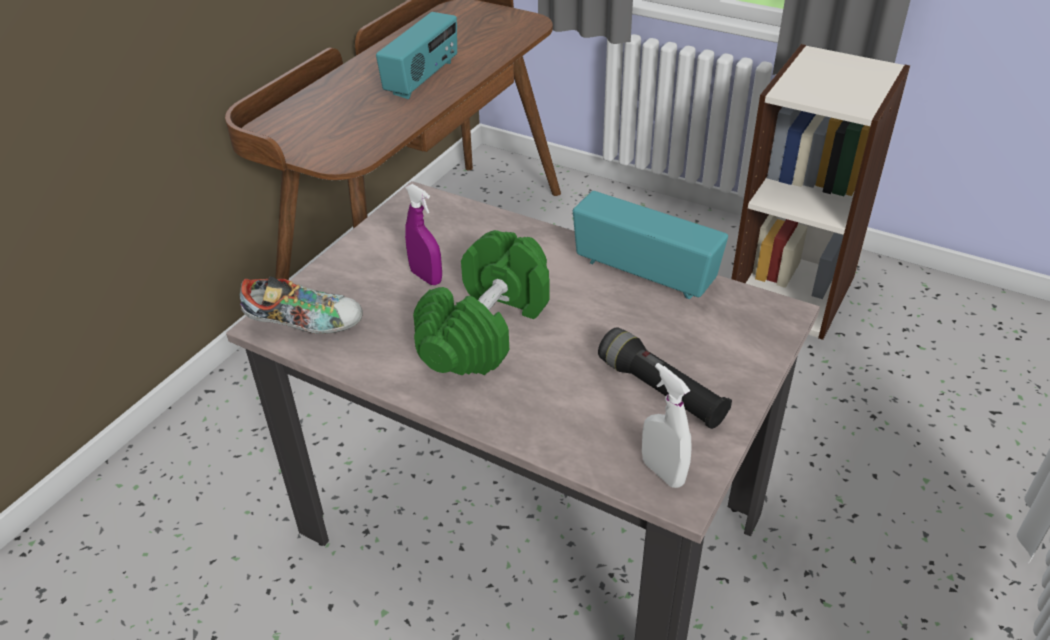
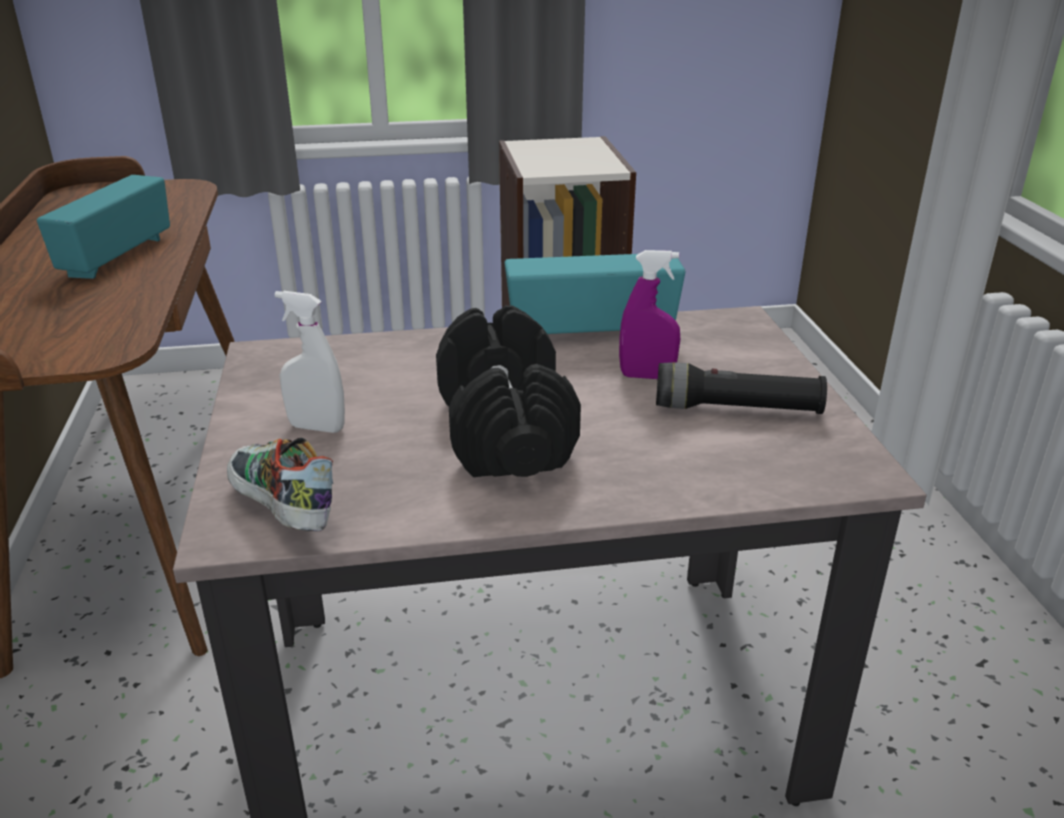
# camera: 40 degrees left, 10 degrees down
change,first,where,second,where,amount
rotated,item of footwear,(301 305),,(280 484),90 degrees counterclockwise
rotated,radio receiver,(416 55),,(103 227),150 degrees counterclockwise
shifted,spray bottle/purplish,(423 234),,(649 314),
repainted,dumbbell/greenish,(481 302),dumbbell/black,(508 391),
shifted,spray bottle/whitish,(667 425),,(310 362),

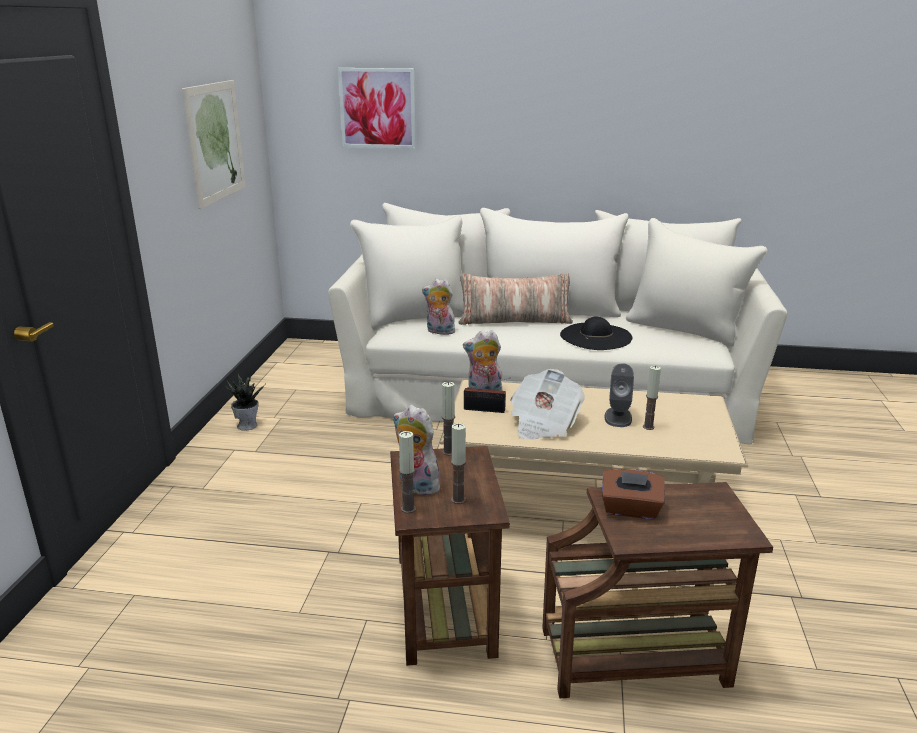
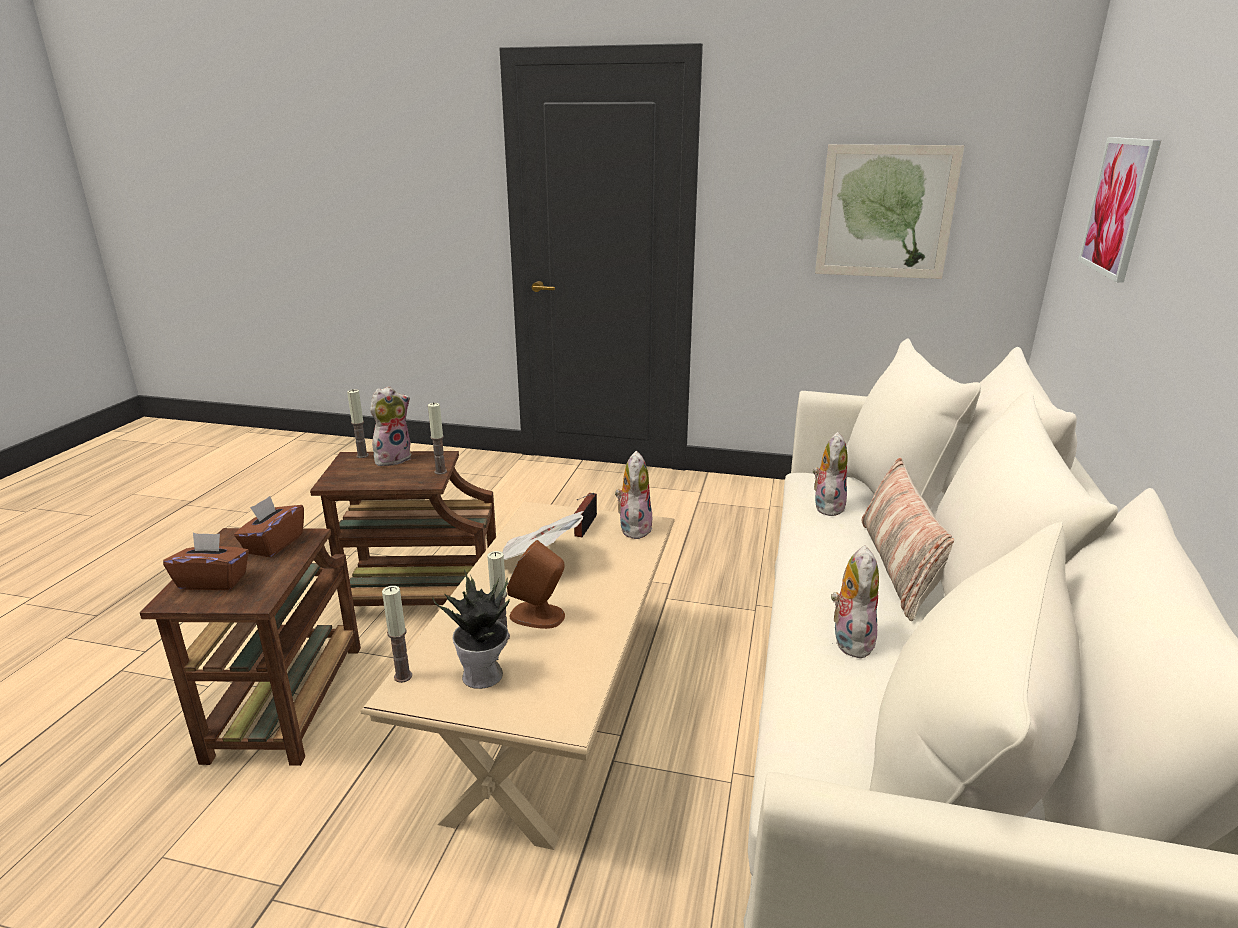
# camera: 95 degrees right, 0 degrees up
change,first,where,second,where,amount
shifted,plant in a pot,(246 402),,(471 629),
shifted,wax candle,(458 463),,(397 634),
swapped,clothing hat/black,(596 333),plush toy,(855 602),
repainted,loudspeaker/greyish,(619 395),loudspeaker/brown,(536 584),
new,,,tissue holder/brown,(206 561),

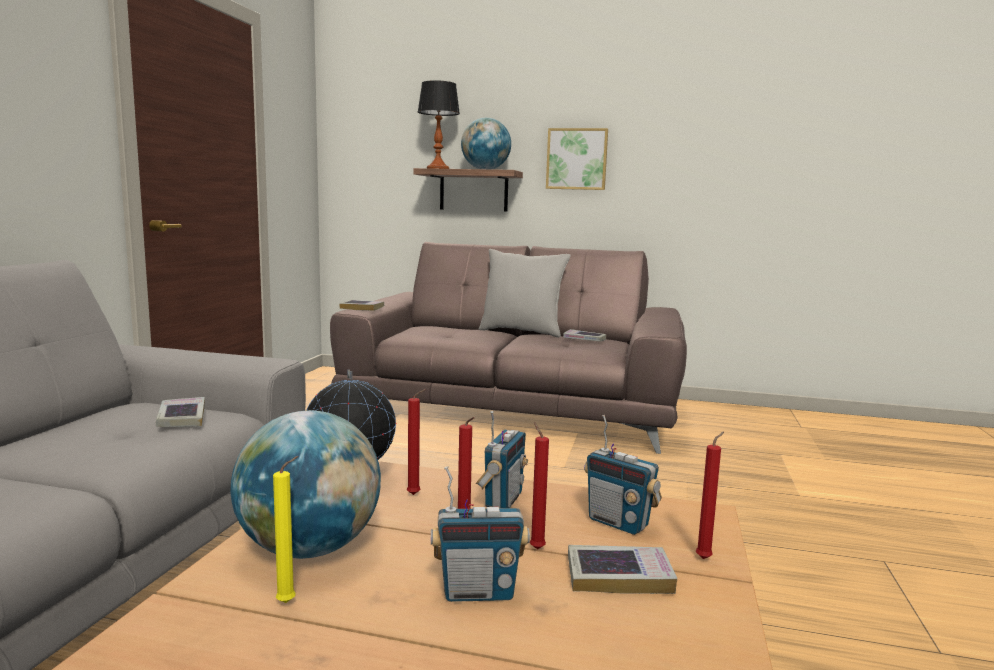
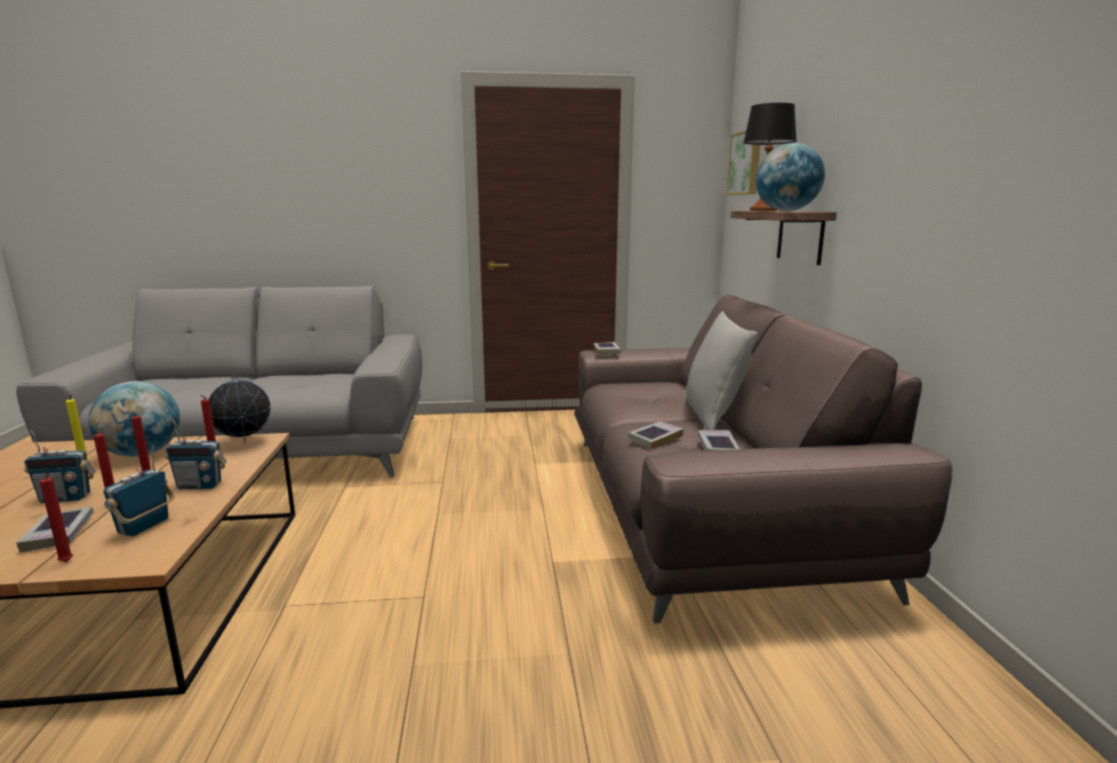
# camera: 70 degrees right, 5 degrees up
change,first,where,second,where,amount
shifted,bound book,(180 412),,(656 435),
rotated,radio receiver,(480 534),,(59 466),75 degrees counterclockwise
shifted,picture,(577 159),,(743 163),

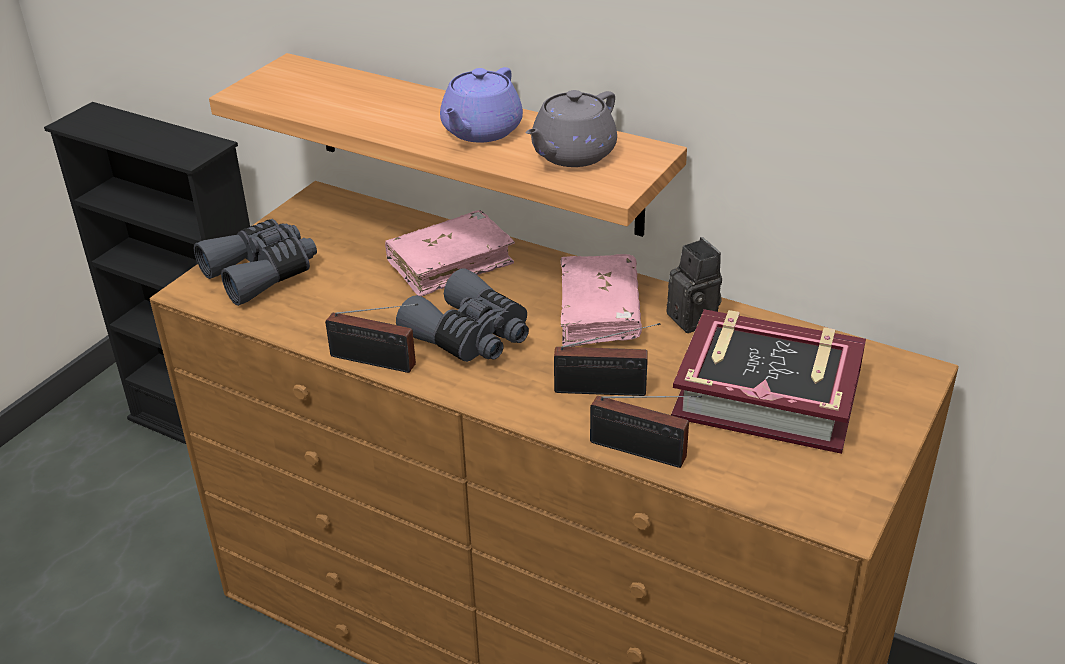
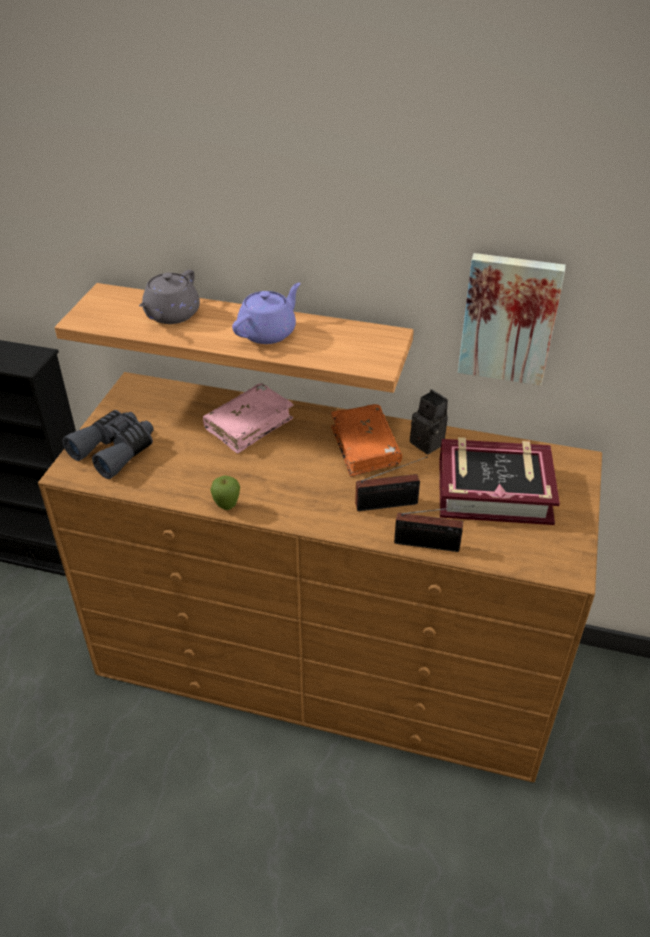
# camera: 15 degrees left, 5 degrees up
change,first,where,second,where,amount
swapped,radio receiver,(371 338),apple,(225 493),
gone,field glasses/greyish,(462 315),,,
rotated,teapot/purplish,(481 104),,(266 313),150 degrees counterclockwise
shifted,teapot/greyish,(571 128),,(169 297),
repainted,bound book/pink,(601 300),bound book/orangey,(366 440),
new,,,picture,(512 319),

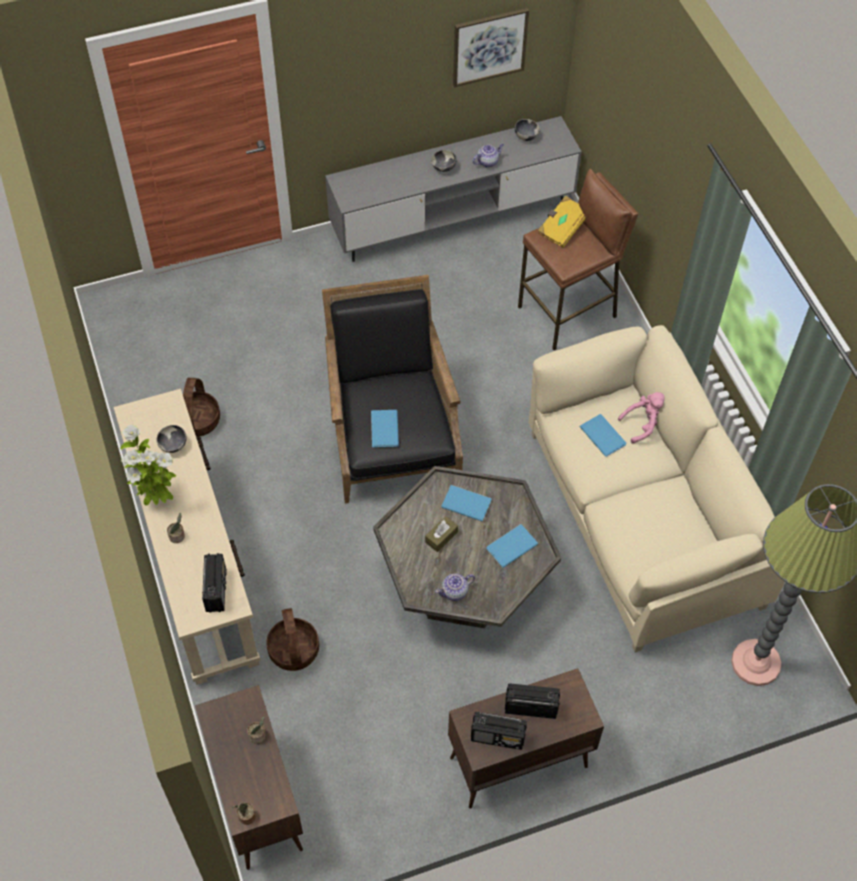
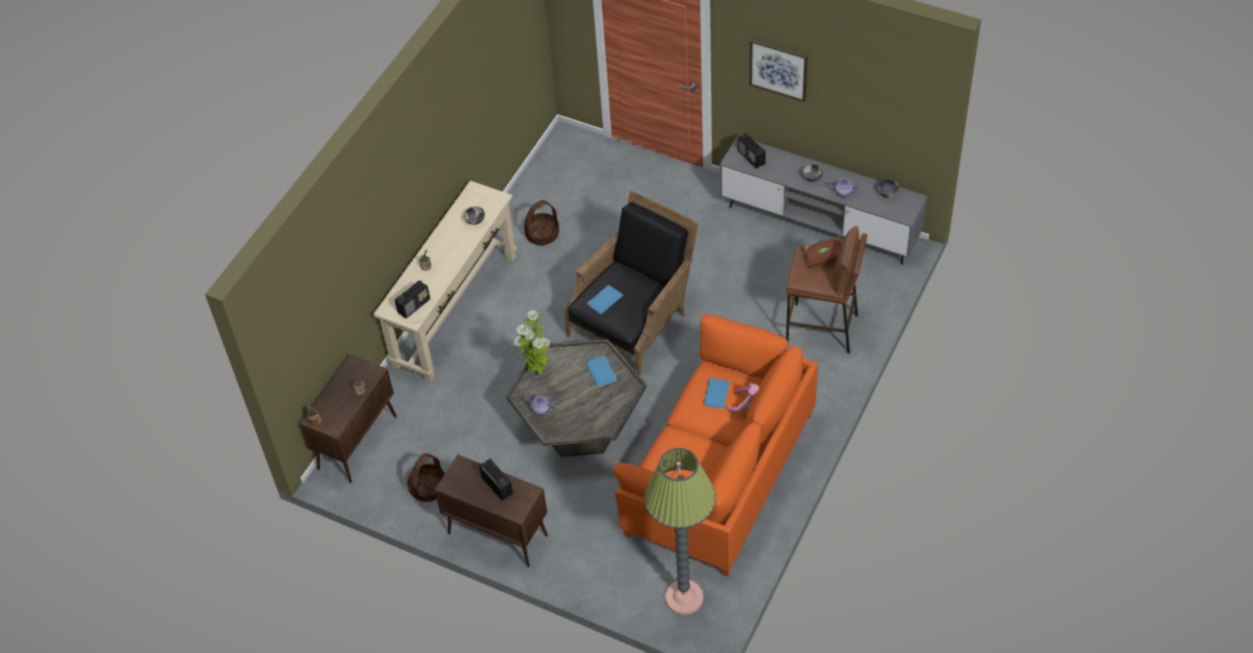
# camera: 50 degrees right, 5 degrees down
change,first,where,second,where,amount
shifted,plant in a pot,(148 465),,(532 342),
shifted,basket,(292 639),,(426 477),
gone,tissue holder/brown,(441 534),,,
shifted,picture,(491 47),,(778 70),
shifted,radio receiver,(499 731),,(752 150),
gone,bound book/blue-coloured,(512 546),,,
repainted,settee/beige-coloured,(656 488),settee/orangey,(715 445),
repainted,bound book/yellow-coloured,(561 221),bound book/brown,(822 252),

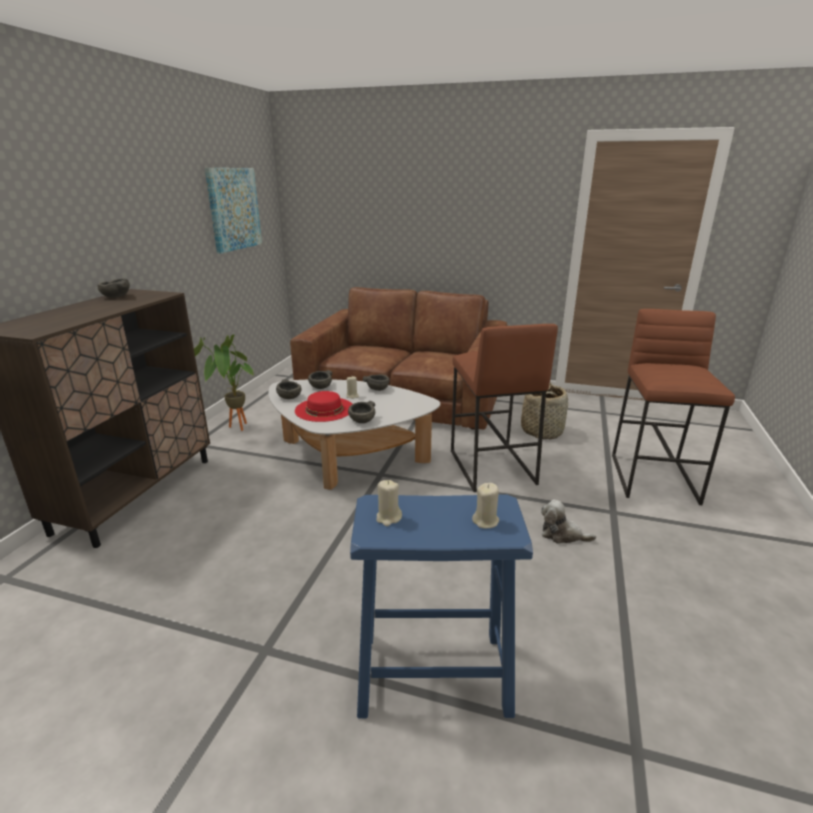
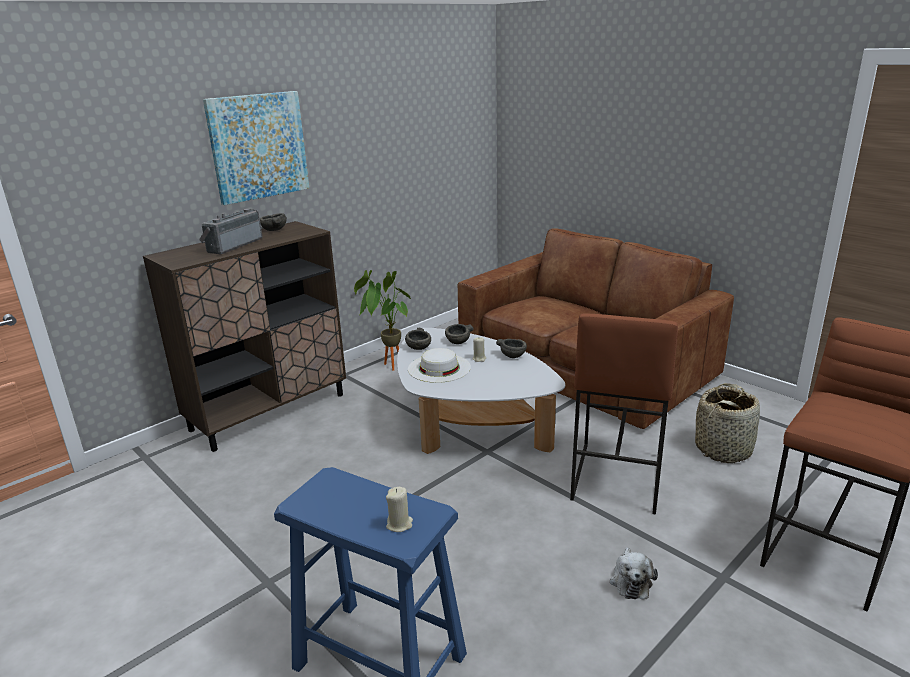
# camera: 30 degrees right, 0 degrees up
change,first,where,second,where,amount
shifted,picture,(233 210),,(256 148),
repainted,clothing hat/red-coloured,(323 406),clothing hat/whitish,(439 365),
gone,deep dish/greyish,(361 412),,,
gone,wax candle/beige-coloured,(389 503),,,
rotated,plush toy,(568 521),,(634 573),135 degrees counterclockwise
new,,,radio receiver,(230 231),

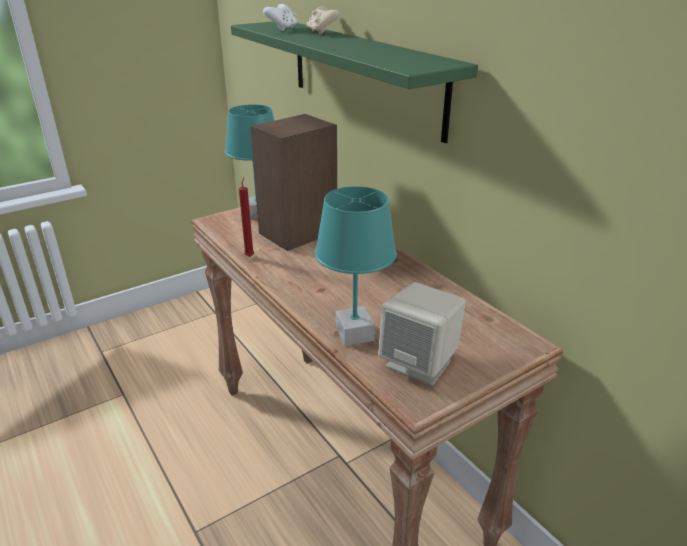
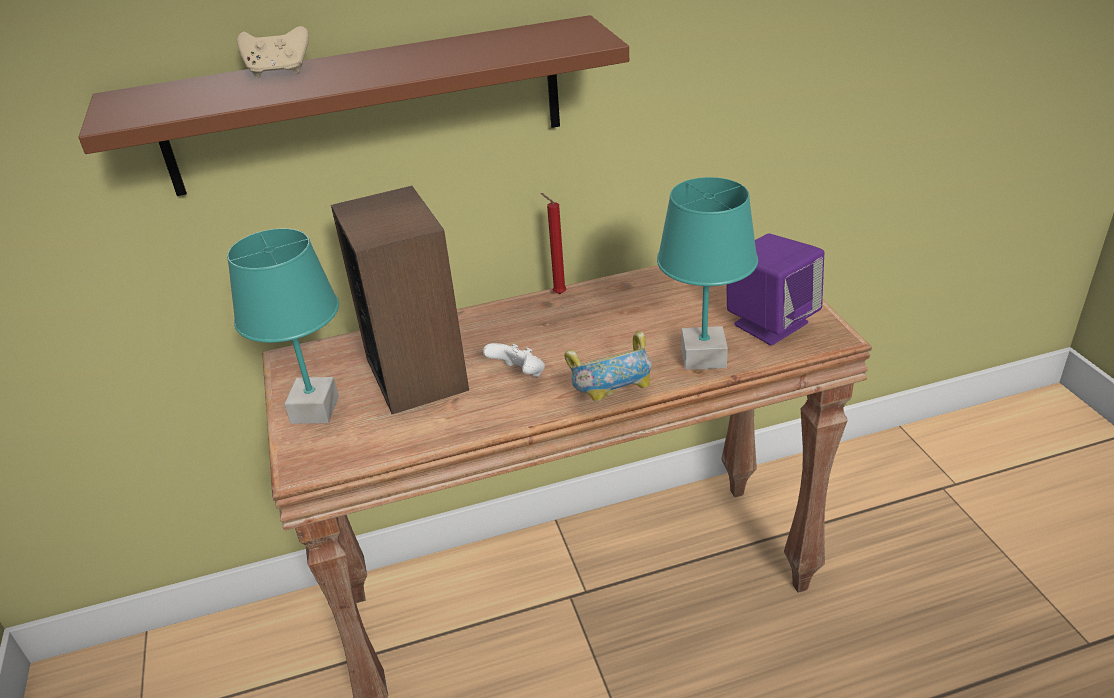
# camera: 70 degrees left, 5 degrees up
change,first,where,second,where,amount
repainted,wall shelf/greenish,(354 82),wall shelf/brown,(354 105),
shifted,wax candle/red-coloured,(246 217),,(553 243),
shifted,game controller/whitish,(280 17),,(514 360),
repainted,loudspeaker/beige-coloured,(422 334),loudspeaker/purplish,(775 289),
new,,,deep dish,(608 366),

